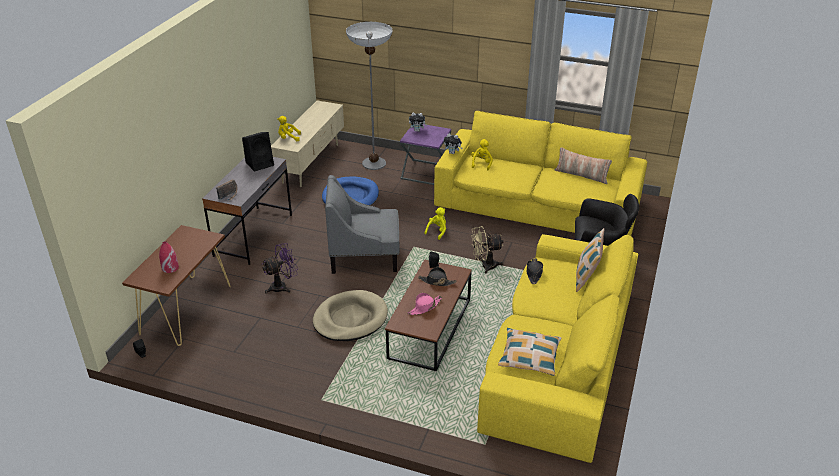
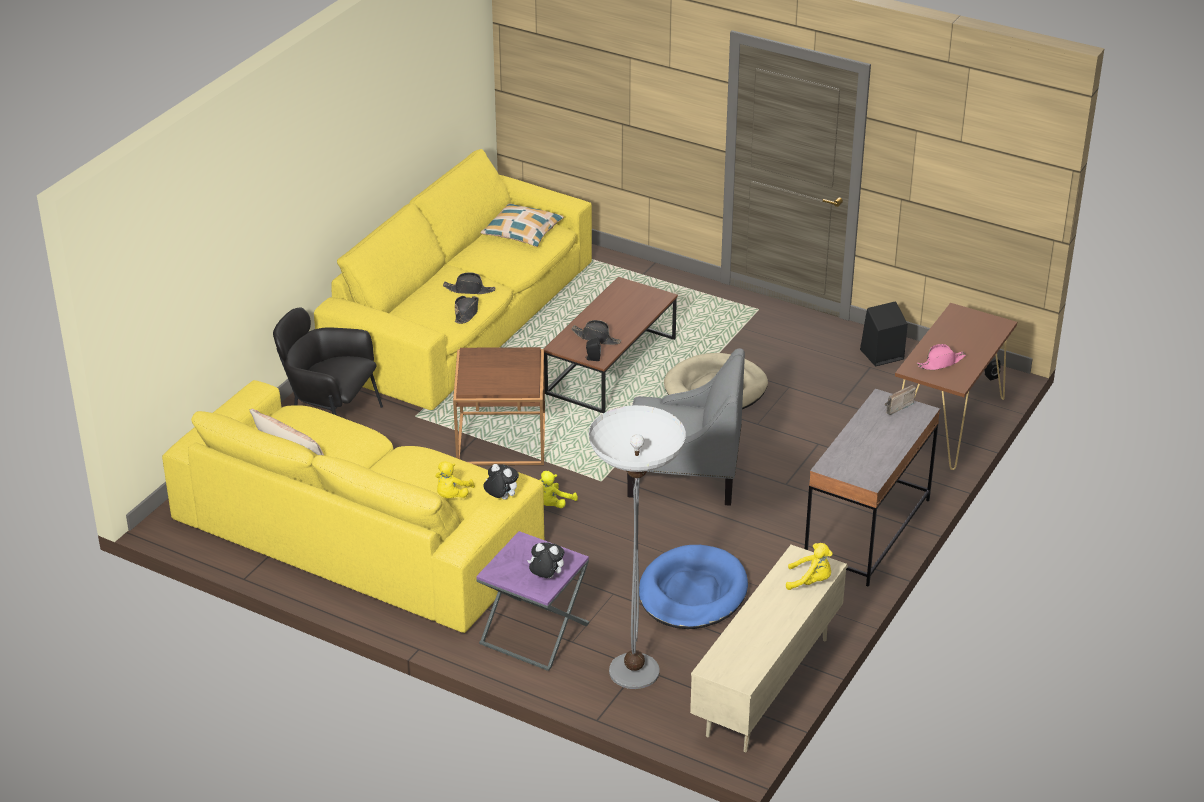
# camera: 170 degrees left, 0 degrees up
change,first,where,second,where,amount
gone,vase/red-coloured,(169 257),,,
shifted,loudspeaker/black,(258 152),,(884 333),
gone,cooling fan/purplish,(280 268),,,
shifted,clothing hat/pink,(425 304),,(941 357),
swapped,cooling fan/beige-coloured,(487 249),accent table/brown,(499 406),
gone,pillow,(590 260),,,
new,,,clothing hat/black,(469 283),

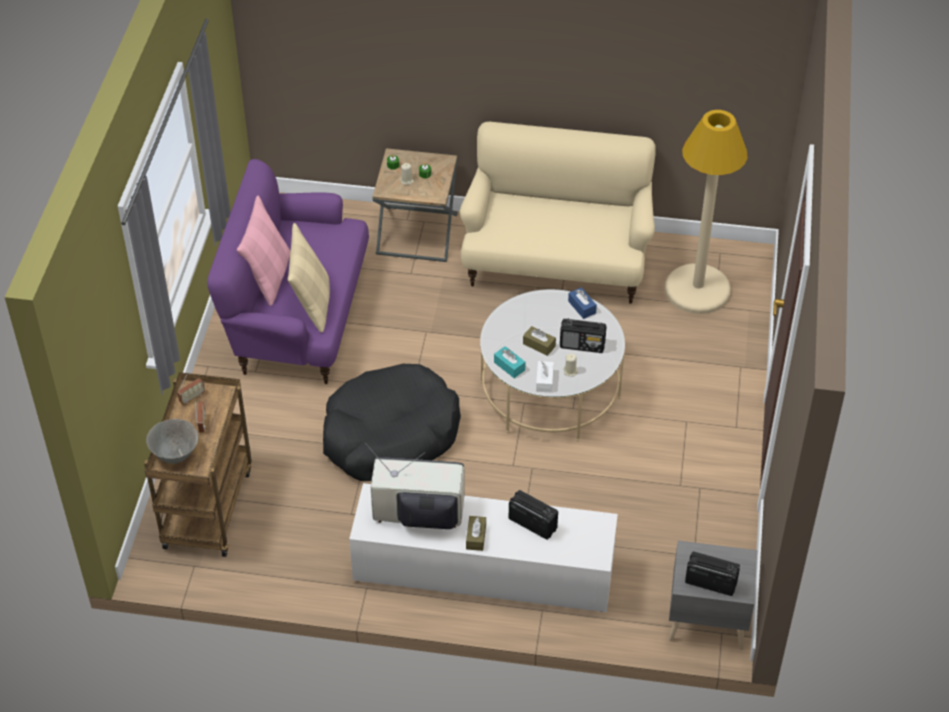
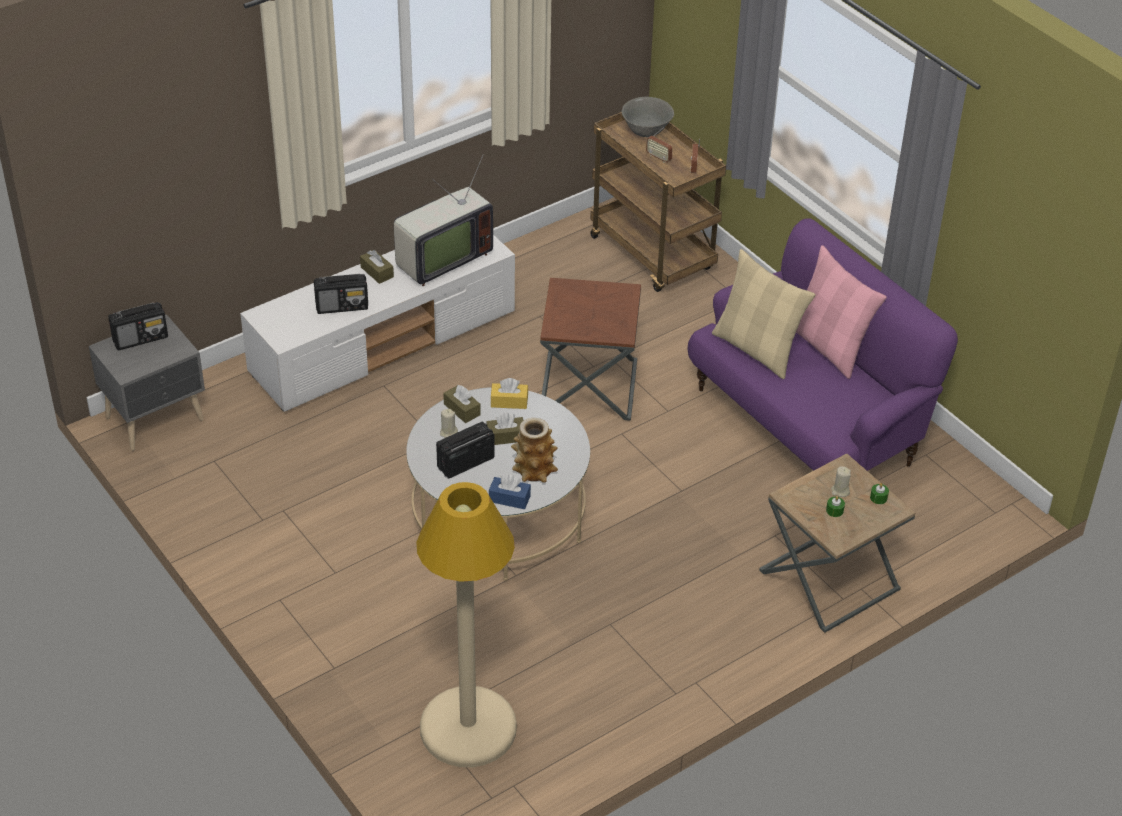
# camera: 135 degrees right, 5 degrees down
change,first,where,second,where,amount
swapped,pet bed/black,(392 422),accent table/brown,(590 349),
gone,settee/beige-coloured,(558 213),,,
repainted,tissue holder/blue-green,(510 362),tissue holder/yellow-coloured,(509 393),
repainted,tissue holder/whitish,(545 377),tissue holder/brown,(462 404),
new,,,vase,(534 450),

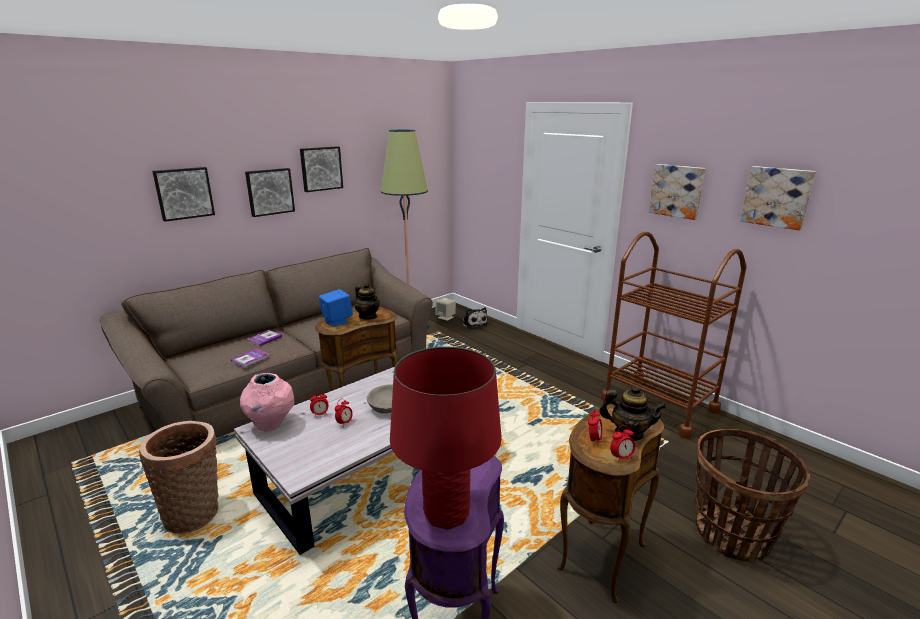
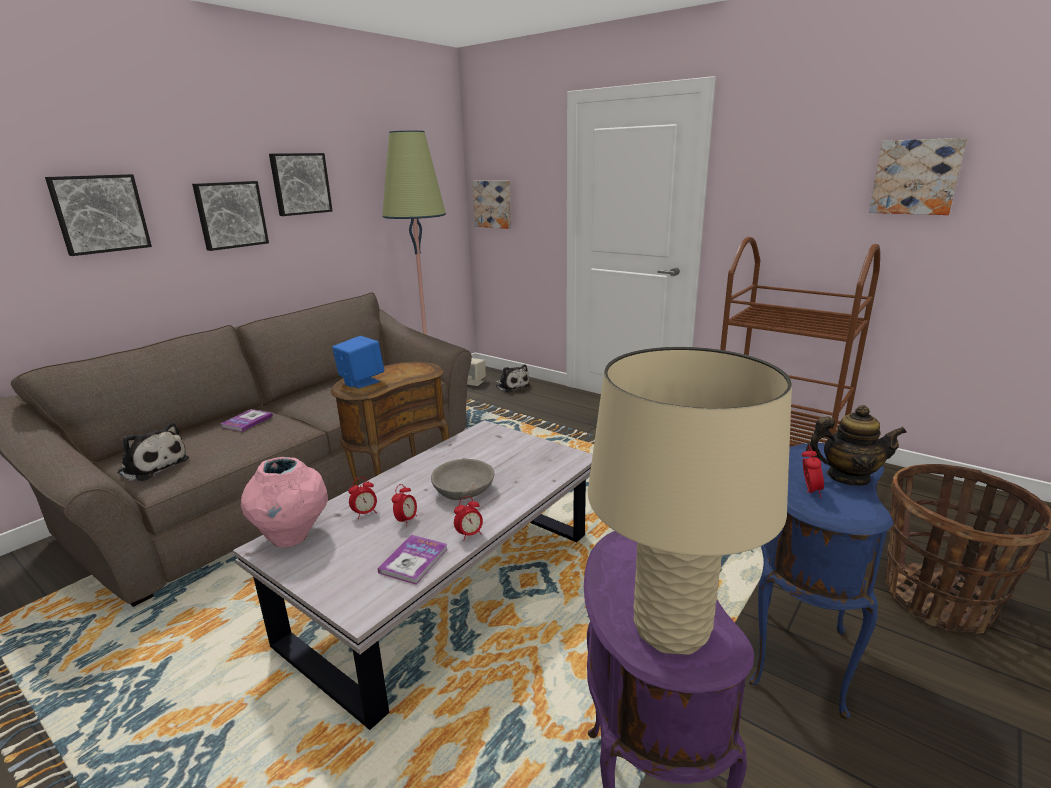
# camera: 10 degrees left, 0 degrees up
change,first,where,second,where,amount
gone,basket,(178 477),,,
shifted,bound book,(250 358),,(412 560),
gone,teapot,(367 301),,,
repainted,lamp for a table/red-coloured,(445 438),lamp for a table/beige-coloured,(690 501),
repainted,accent table/brown,(610 504),accent table/blue-coloured,(821 581),
shifted,bedside clock,(622 444),,(468 518),
shifted,picture,(677 192),,(491 205),
new,,,plush toy,(153 452),

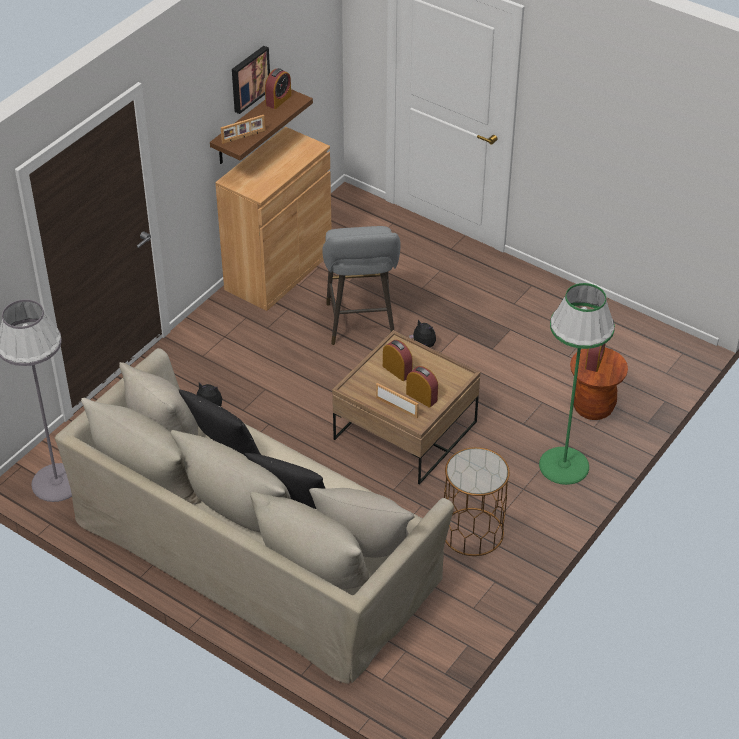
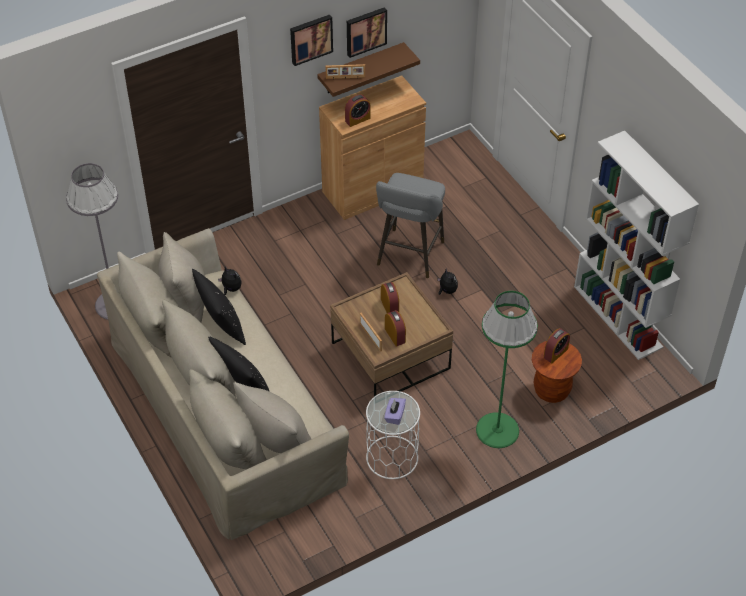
# camera: 25 degrees right, 5 degrees up
change,first,where,second,where,amount
shifted,bedside clock,(278 88),,(358 110),
repainted,accent table/brown,(477 501),accent table/whitish,(393 435),
new,,,picture,(311 40),
new,,,tissue holder/purplish,(395 411),
new,,,shelving unit/whitish,(636 245),

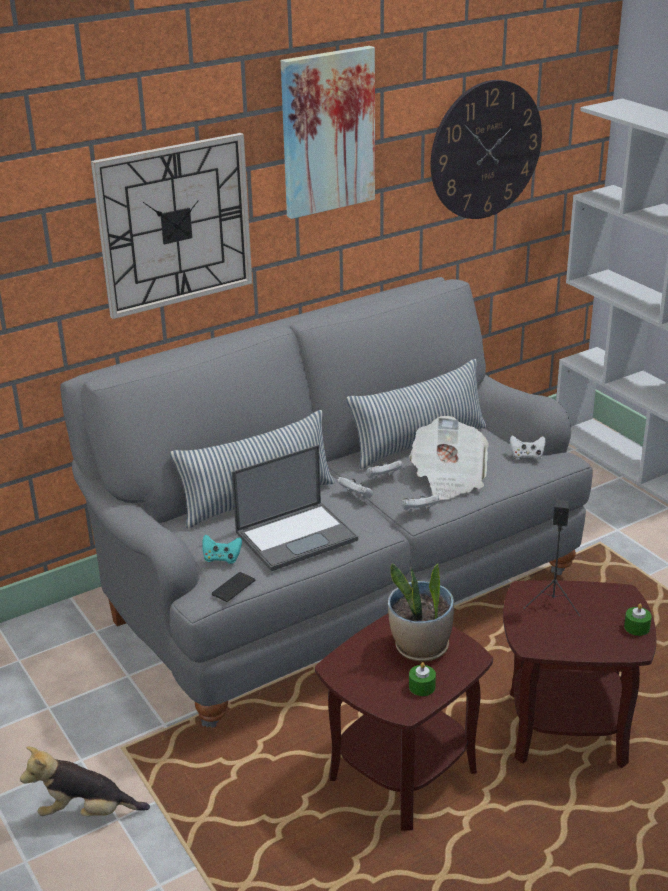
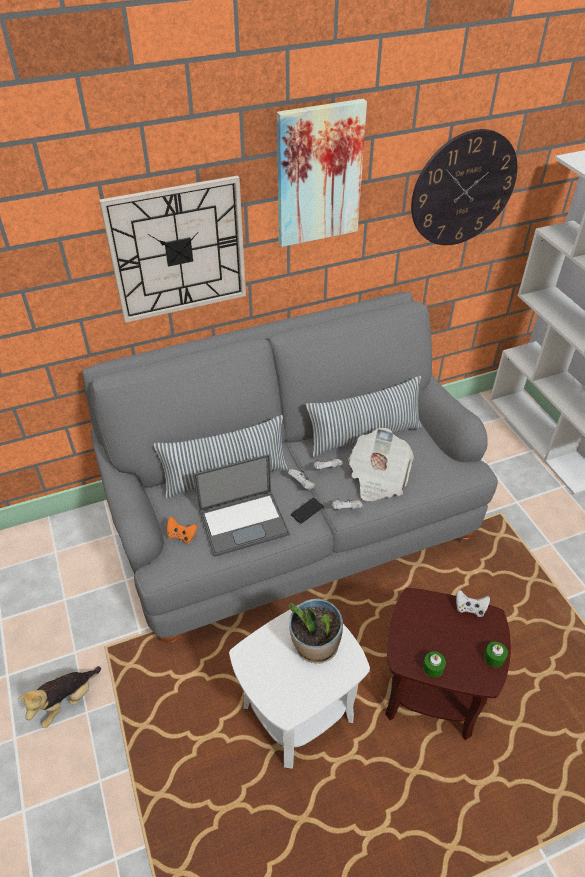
# camera: 10 degrees right, 15 degrees up
change,first,where,second,where,amount
rotated,plush toy,(85 782),,(59 697),60 degrees counterclockwise
repainted,game controller/blue-green,(222 549),game controller/orangey,(182 529),
shifted,handset,(233 587),,(307 511),
repainted,accent table/brown,(404 722),accent table/whitish,(299 687),
shifted,wax candle/greenish,(422 679),,(434 664),
shifted,game controller/whitish,(528 448),,(473 603),
gone,loudspeaker/black,(551 558),,,

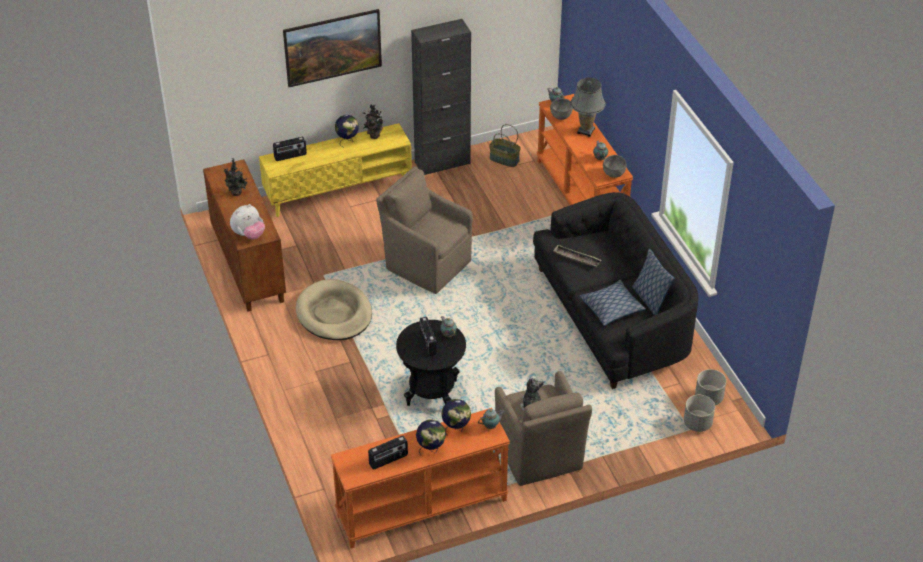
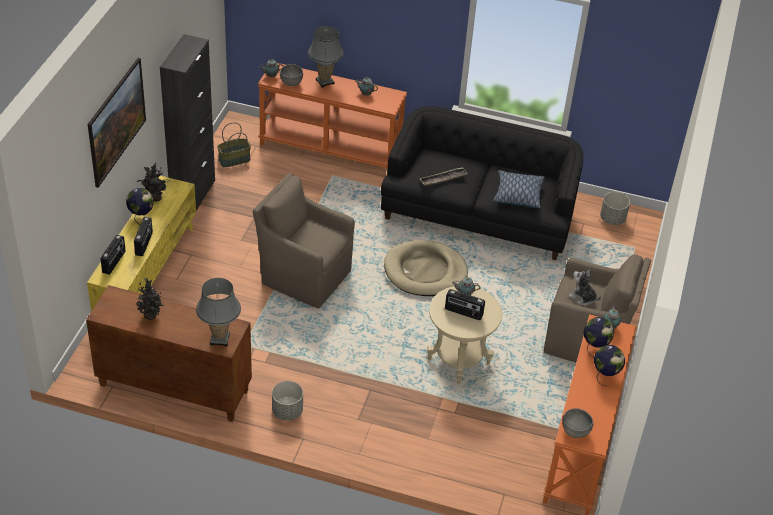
# camera: 55 degrees left, 0 degrees up
change,first,where,second,where,amount
swapped,plush toy,(247 222),lamp for a table/greyish,(218 312),
shifted,pet bed/beige-coloured,(334 309),,(426 268),
shifted,radio receiver,(388 453),,(143 236),
rotated,lounge chair/brown,(424 230),,(304 240),45 degrees clockwise
repainted,accent table/black,(431 363),accent table/beige-coloured,(464 335),
shifted,deep dish/greyish,(615 166),,(577 423),
gone,pillow,(653 282),,,
shifted,flower pot/greyish,(699 413),,(287 401),

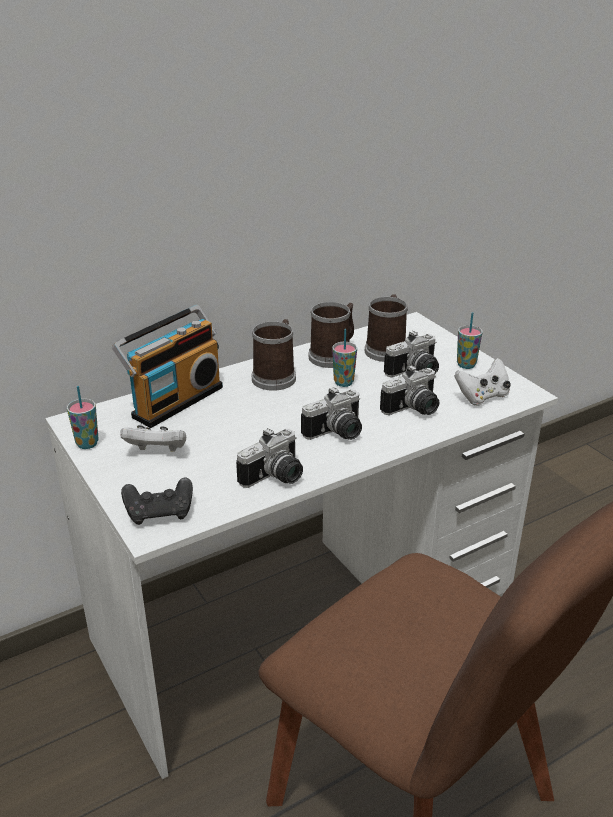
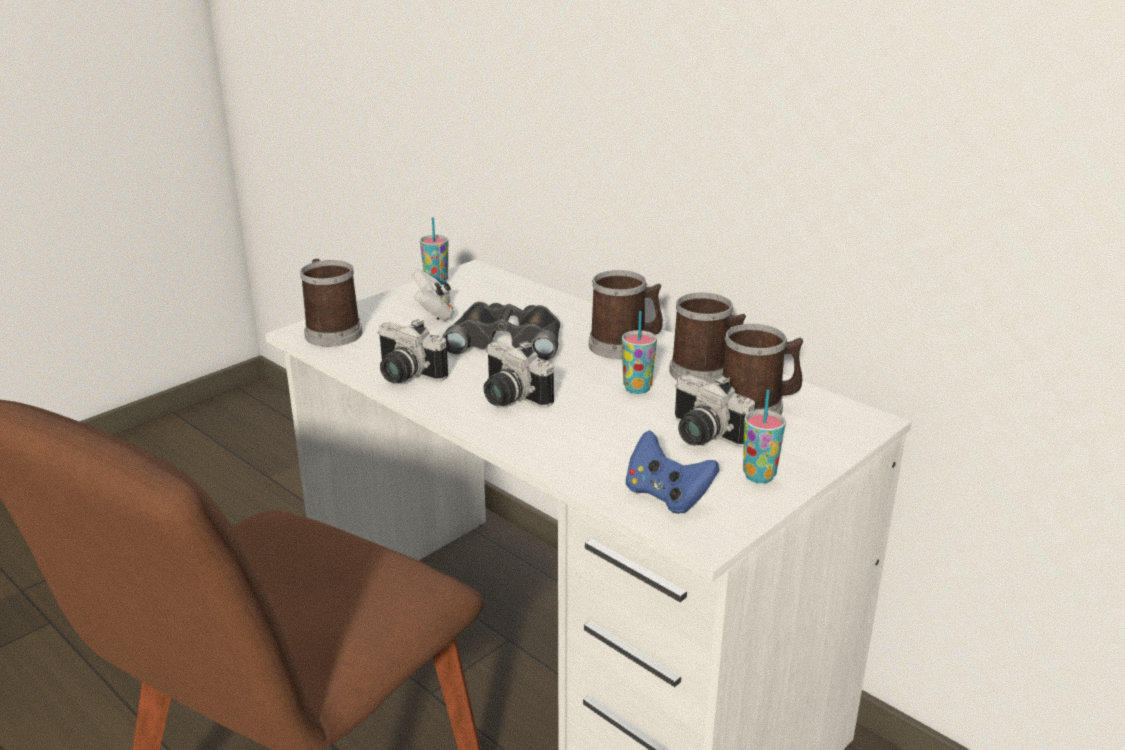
# camera: 75 degrees right, 5 degrees down
change,first,where,second,where,amount
gone,radio receiver,(167 366),,,
swapped,game controller/black,(157 501),coffee mug,(331 303),
gone,still camera,(409 390),,,
repainted,game controller/whitish,(482 382),game controller/blue-coloured,(673 472),
new,,,field glasses/black,(501 331),

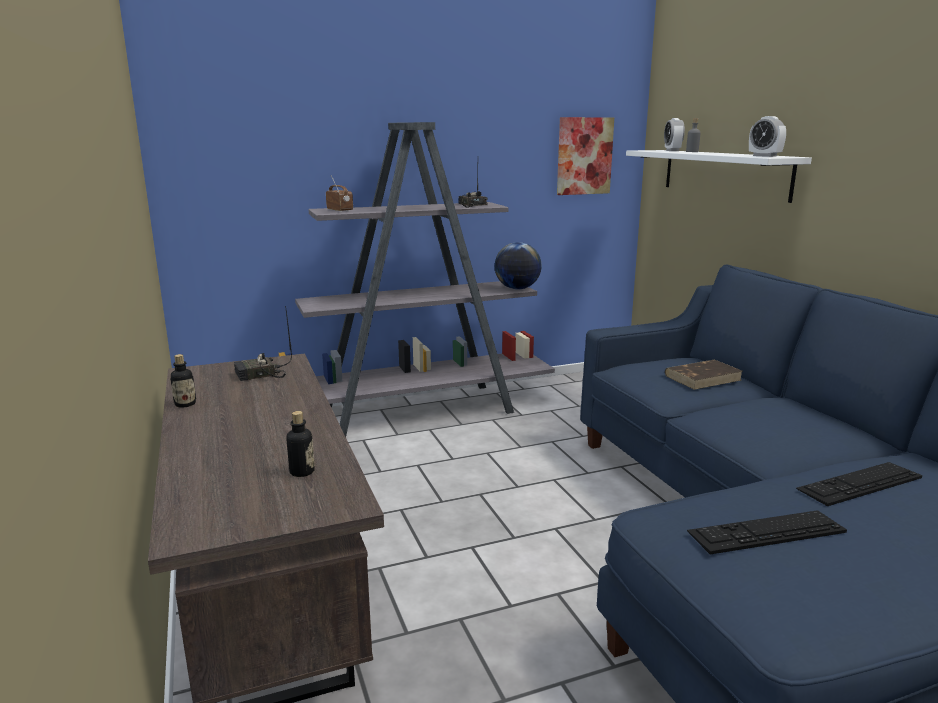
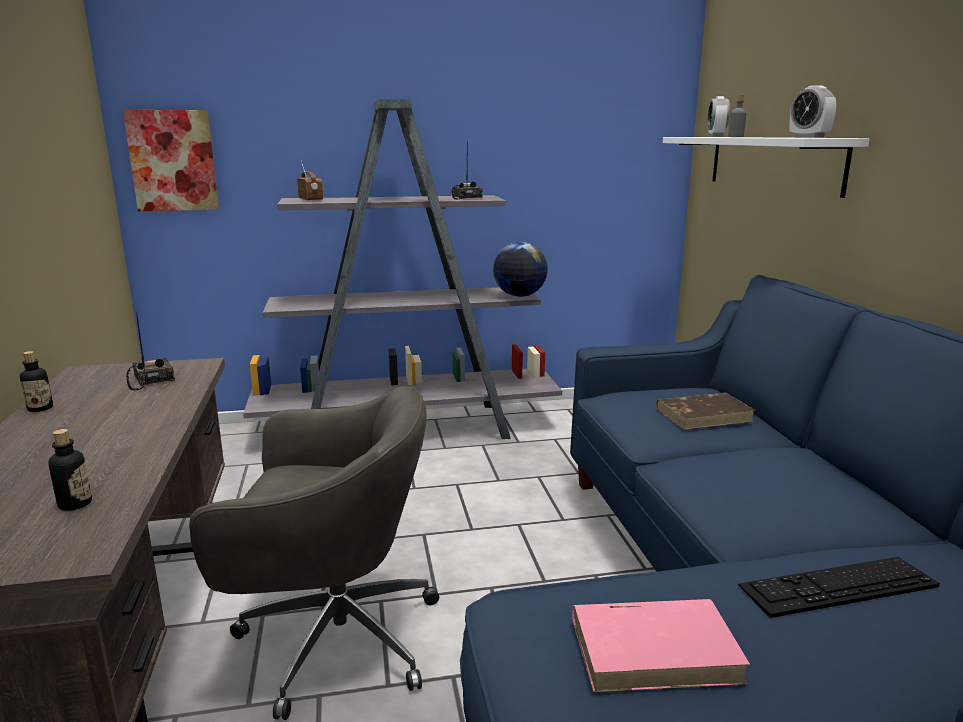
# camera: 10 degrees right, 0 degrees up
change,first,where,second,where,amount
rotated,radio receiver,(263 343),,(150 351),75 degrees clockwise
shifted,picture,(585 156),,(171 160),
swapped,PC keyboard,(767 532),bound book/pink,(661 646),
new,,,desk chair/greyish,(314 553),

